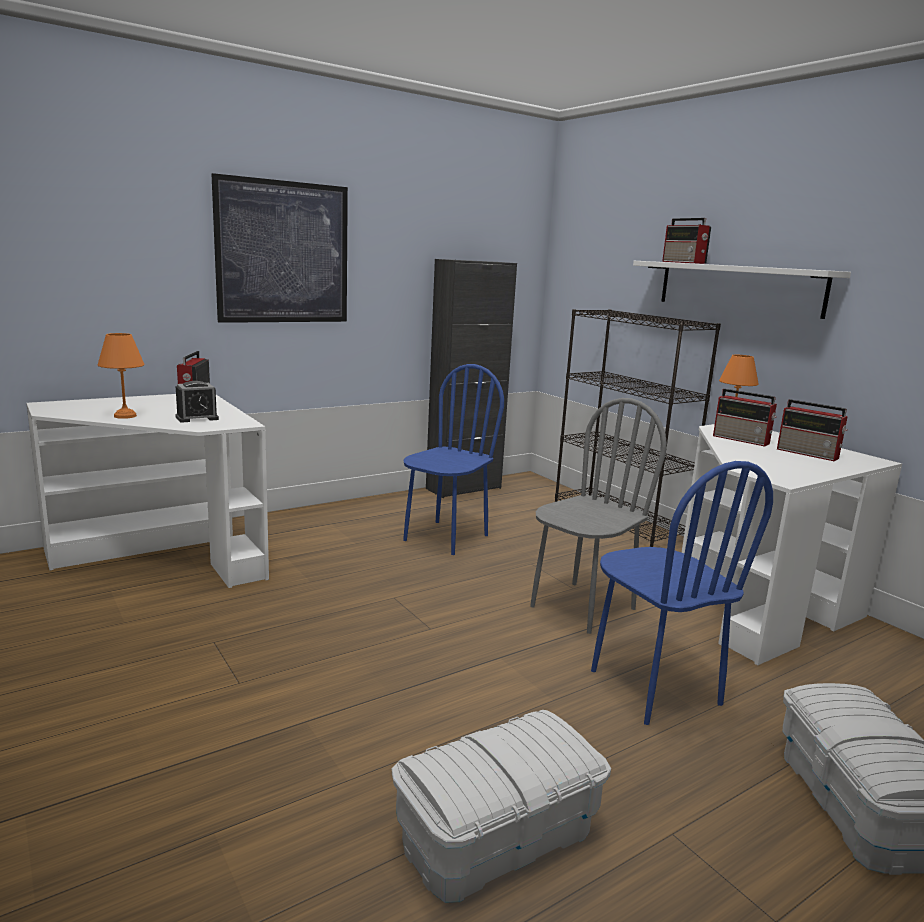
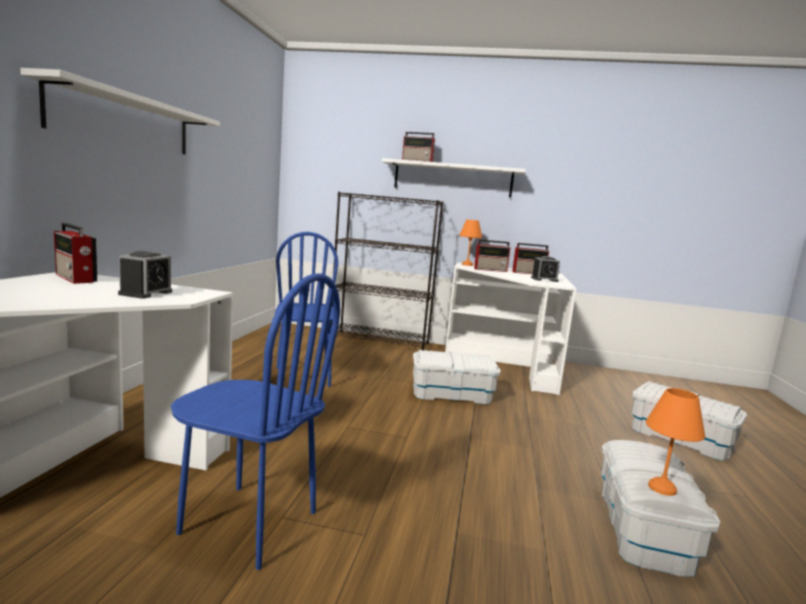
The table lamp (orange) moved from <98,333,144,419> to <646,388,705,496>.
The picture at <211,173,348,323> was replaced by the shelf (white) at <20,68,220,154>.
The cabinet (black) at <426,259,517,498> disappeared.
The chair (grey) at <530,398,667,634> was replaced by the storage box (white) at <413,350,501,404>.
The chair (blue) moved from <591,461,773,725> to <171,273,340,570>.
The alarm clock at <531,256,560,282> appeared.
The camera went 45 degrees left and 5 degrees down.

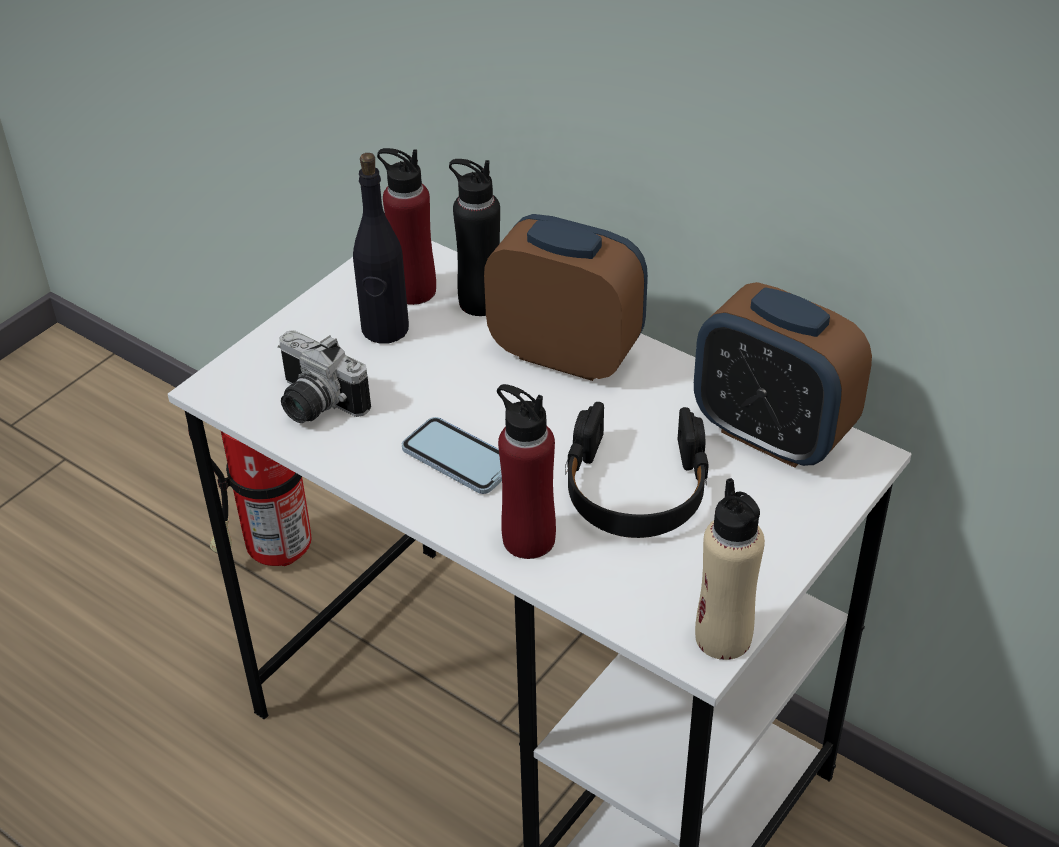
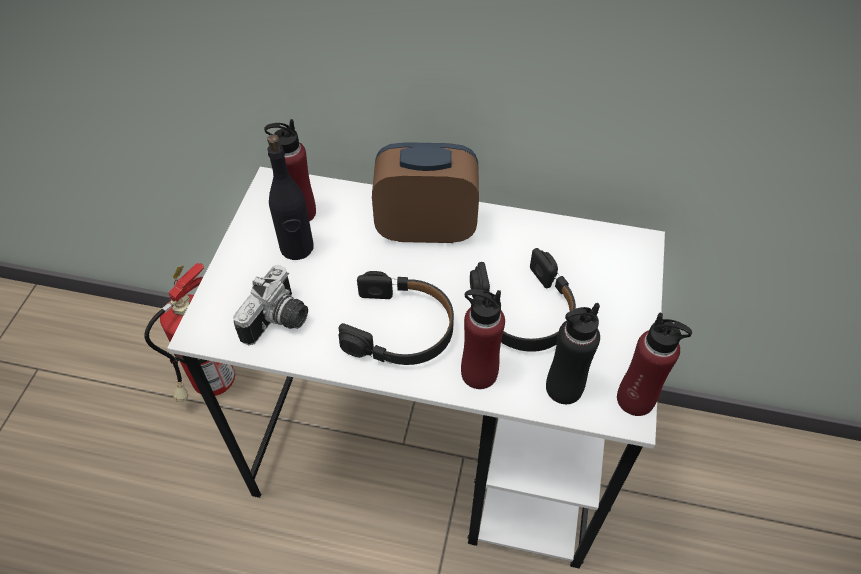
The photo camera at <278,330,371,423> turned 75 degrees counterclockwise.
The phone at <402,417,502,494> was replaced by the headphones (black) at <338,271,454,365>.
The bottle (black) moved from <449,159,500,316> to <546,303,600,404>.
The alarm clock at <694,282,872,468> disappeared.
The bottle (beige) at <695,478,765,660> became the bottle (red) at <617,313,692,416>.
The camera went 25 degrees left and 10 degrees up.

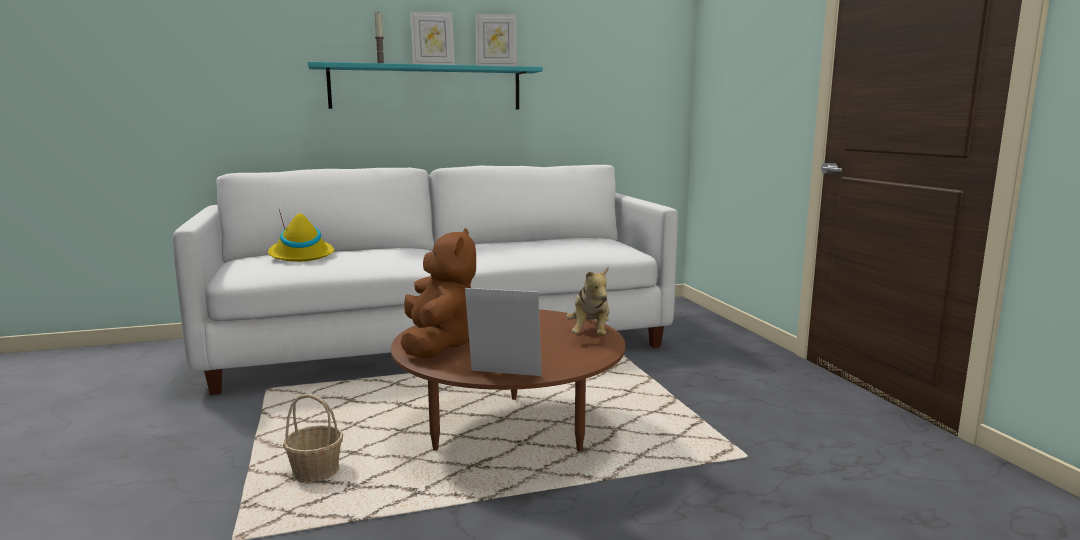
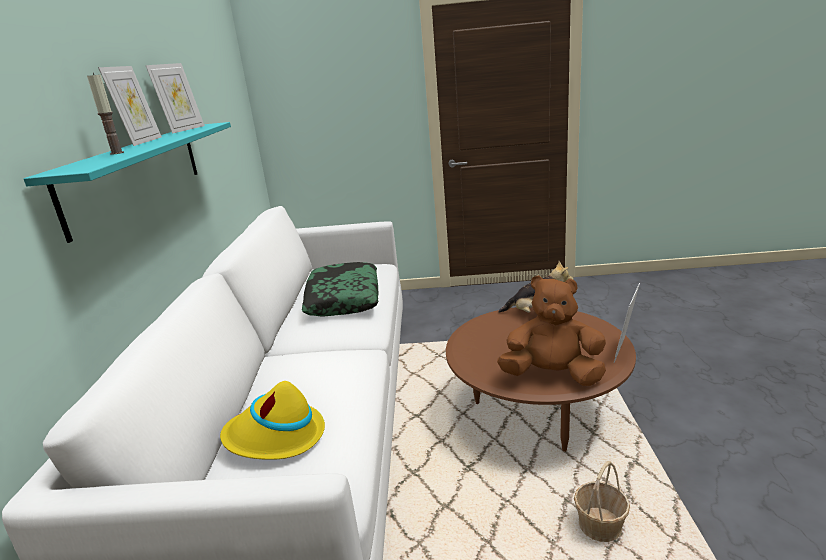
The pillow at <302,262,378,317> appeared.
The camera went 70 degrees left and 10 degrees up.

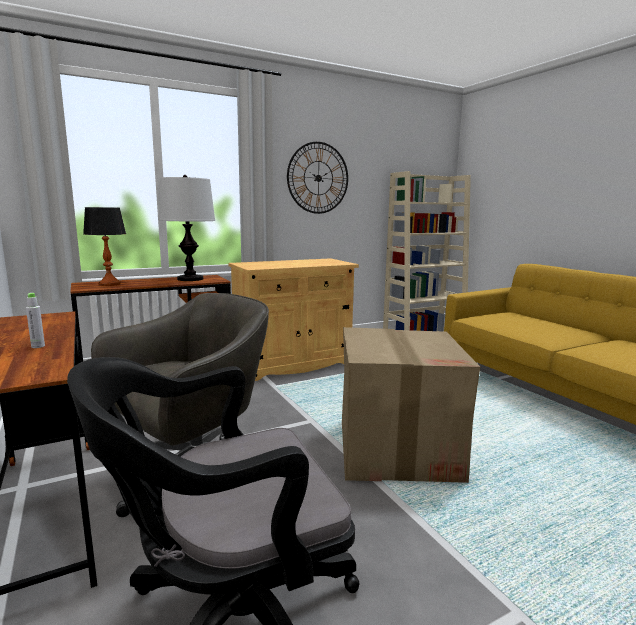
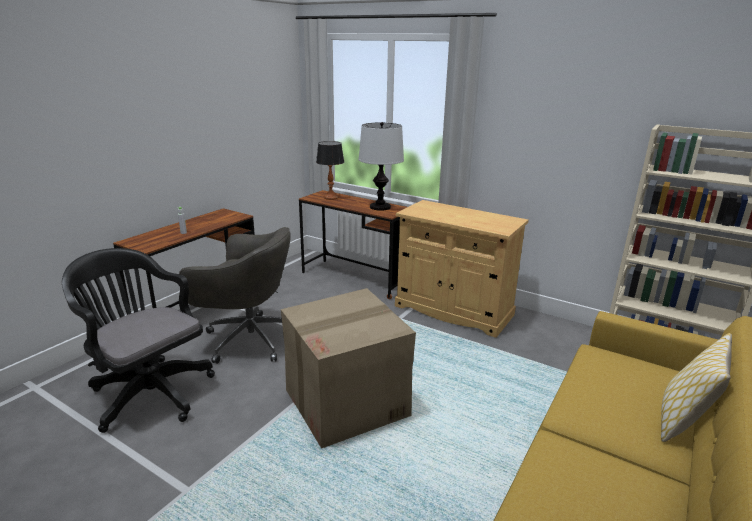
The wall clock at <287,142,348,214> disappeared.
The pillow at <661,333,732,442> appeared.
The camera went 60 degrees right and 10 degrees up.

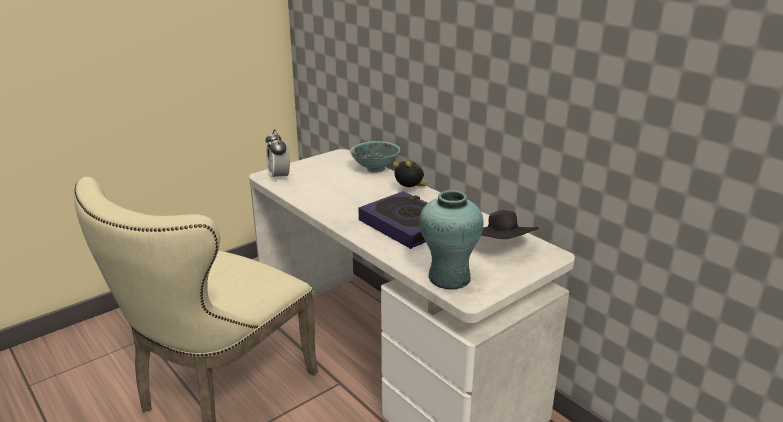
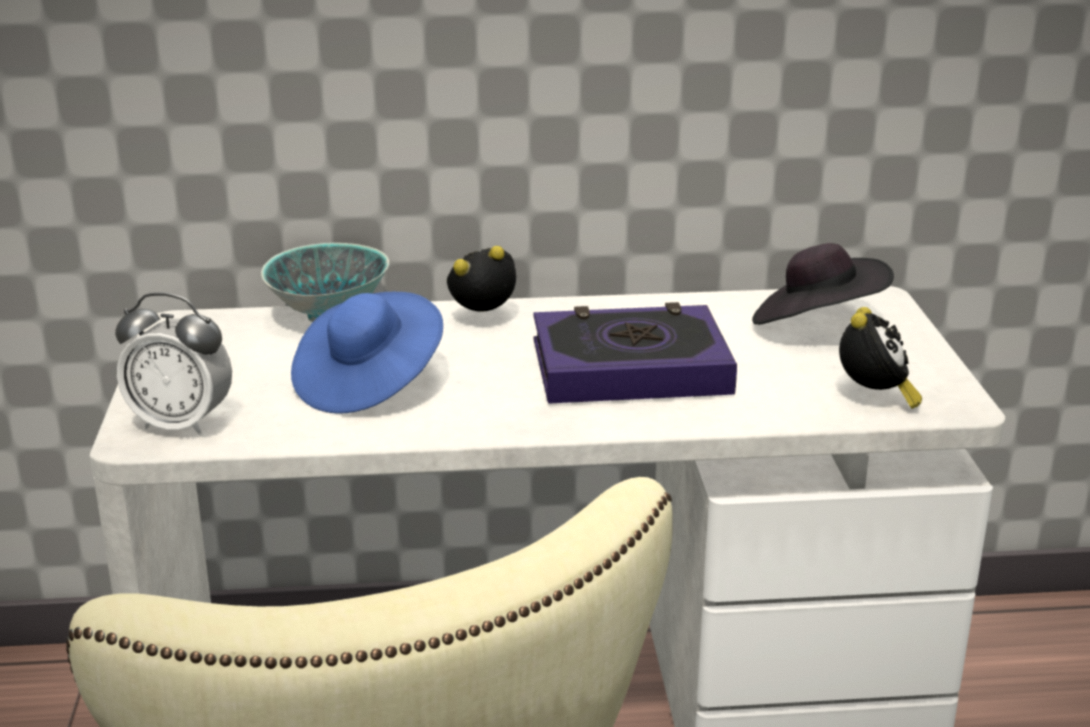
The vase (turquoise) at <419,190,484,290> was replaced by the alarm clock at <839,307,922,409>.
The hat (blue) at <291,292,443,414> appeared.
The camera went 55 degrees left and 0 degrees up.

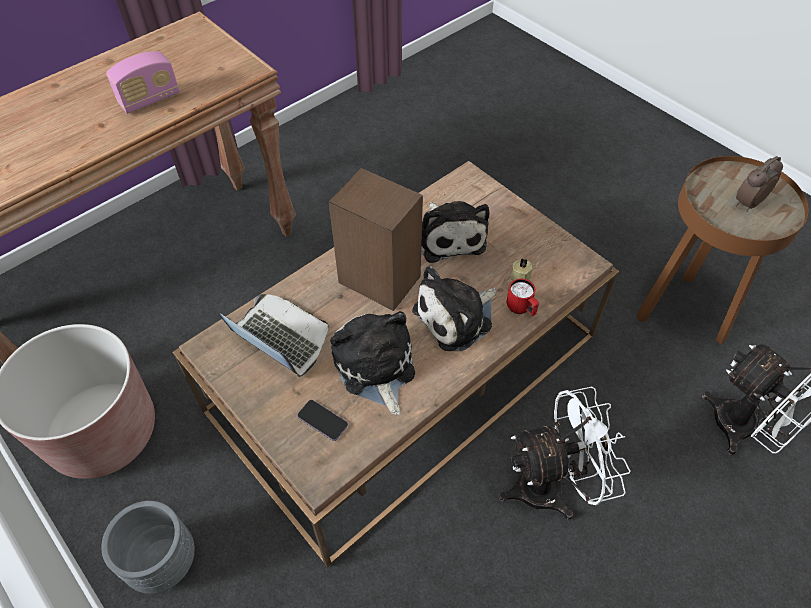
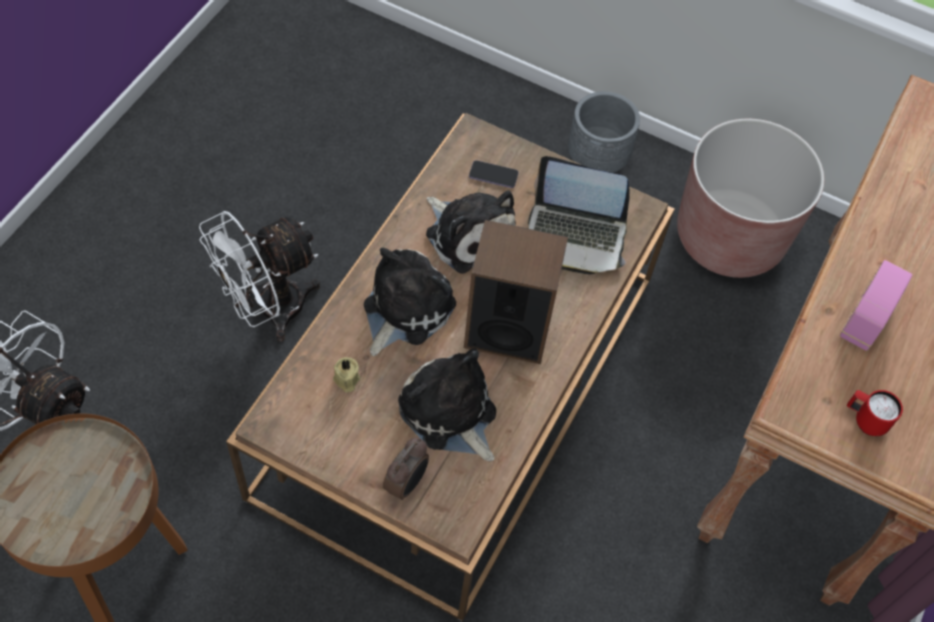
The mug (red) moved from <507,279,539,316> to <847,390,903,436>.
The alarm clock moved from <735,156,783,212> to <383,438,429,500>.
The camera went 155 degrees right and 5 degrees up.

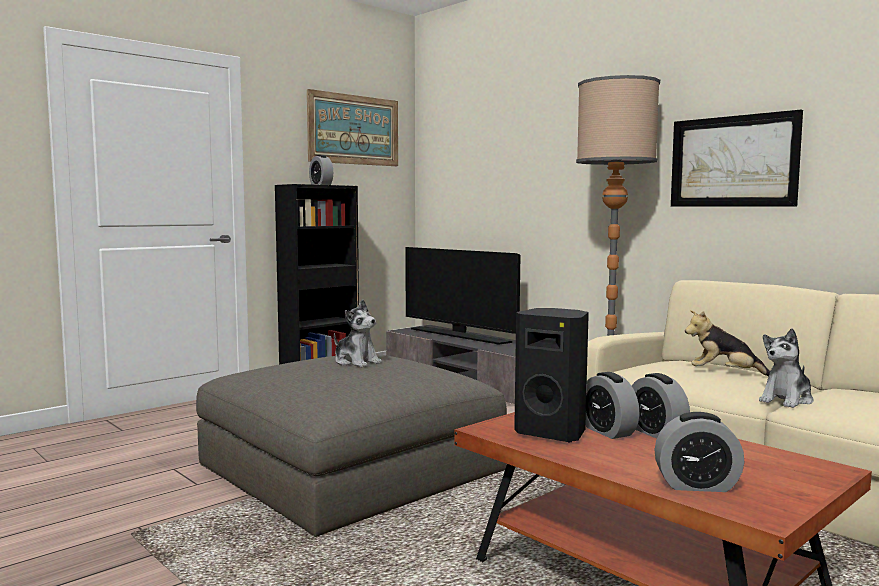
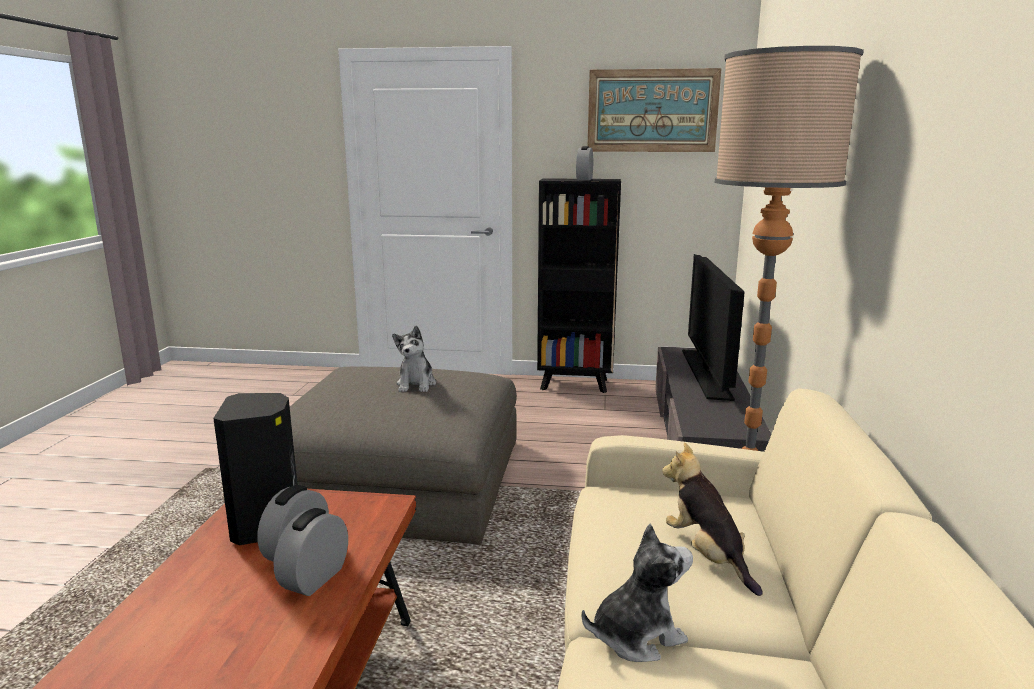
The alarm clock at <655,412,744,492> disappeared.
The picture at <671,110,803,207> disappeared.
The plush toy at <759,328,814,408> turned 150 degrees clockwise.
The camera went 50 degrees right and 10 degrees up.

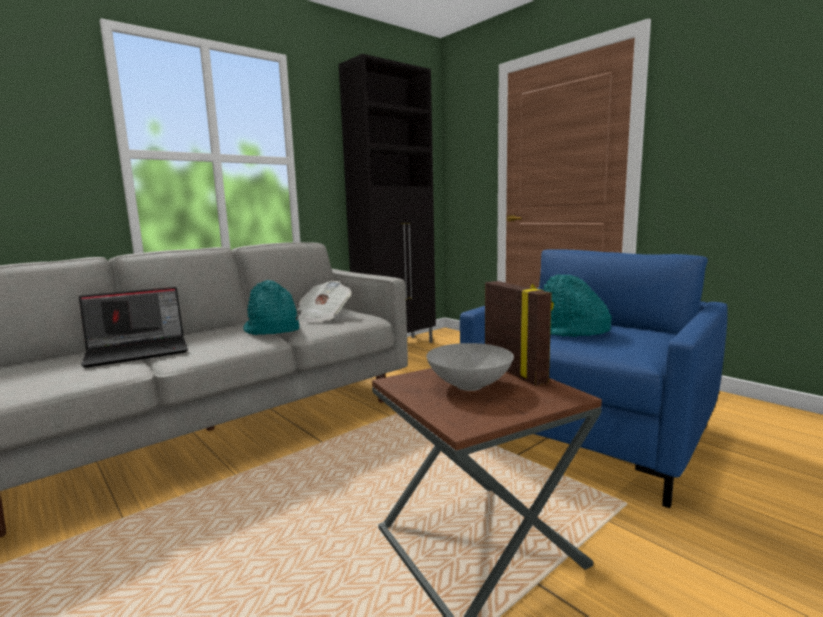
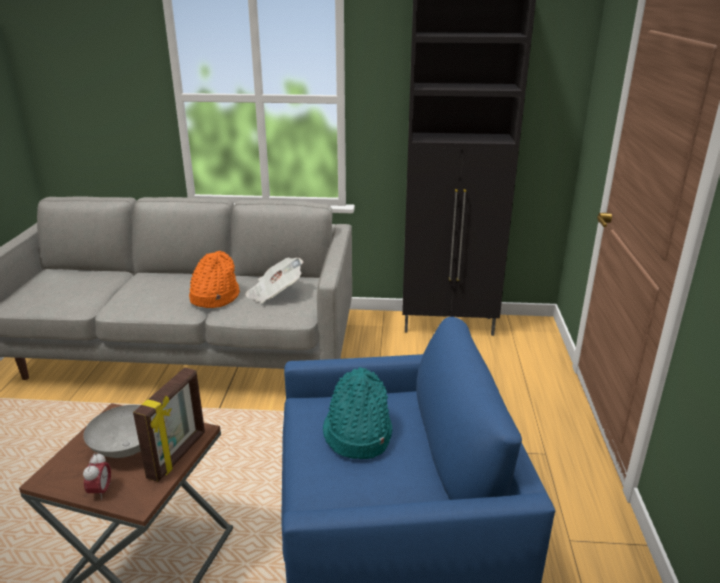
The laptop at <79,287,188,368> disappeared.
The hat (turquoise) at <243,280,299,335> became the hat (orange) at <189,251,240,308>.
The alarm clock at <83,452,111,500> appeared.
The camera went 45 degrees right and 15 degrees up.

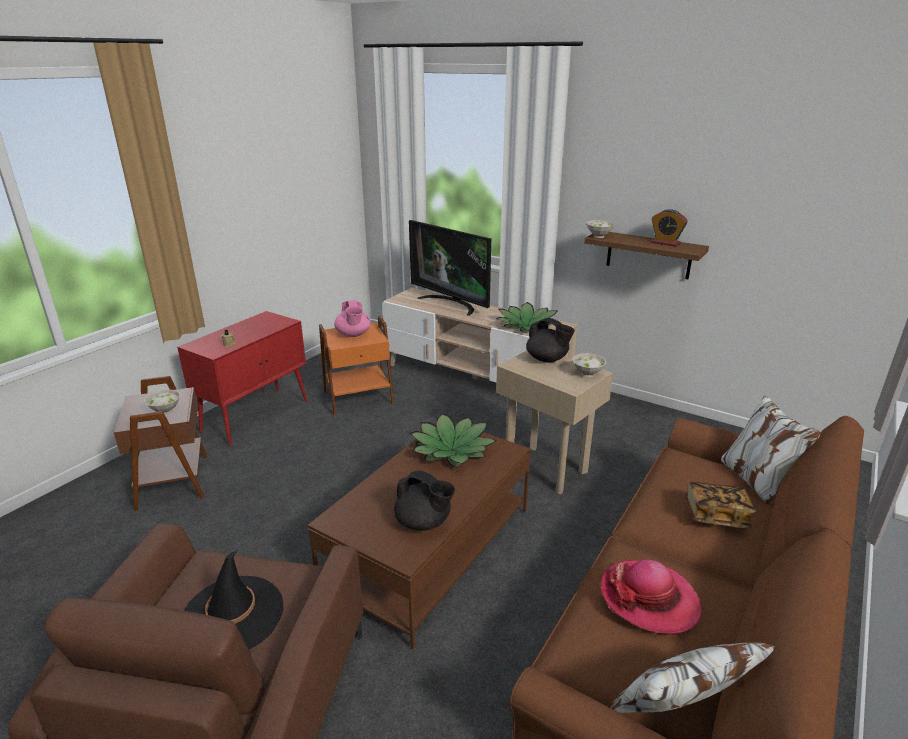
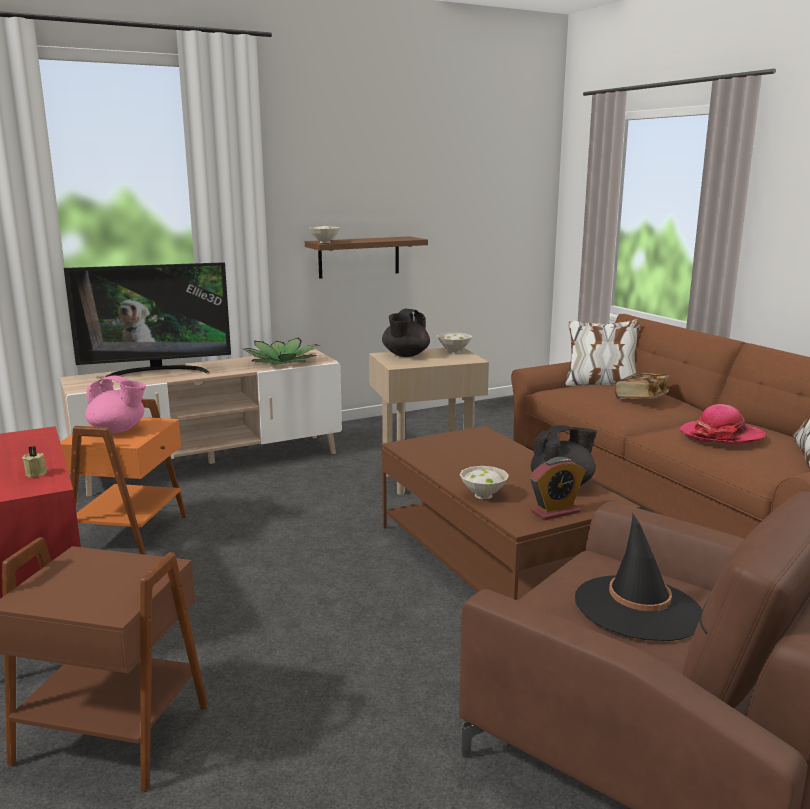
The bowl (white) moved from <144,389,181,414> to <460,466,509,499>.
The potted plant at <410,413,497,468> disappeared.
The teapot (black) at <526,318,575,363> turned 135 degrees clockwise.
The alarm clock moved from <651,209,688,247> to <530,457,585,520>.
The camera went 60 degrees left and 10 degrees down.

